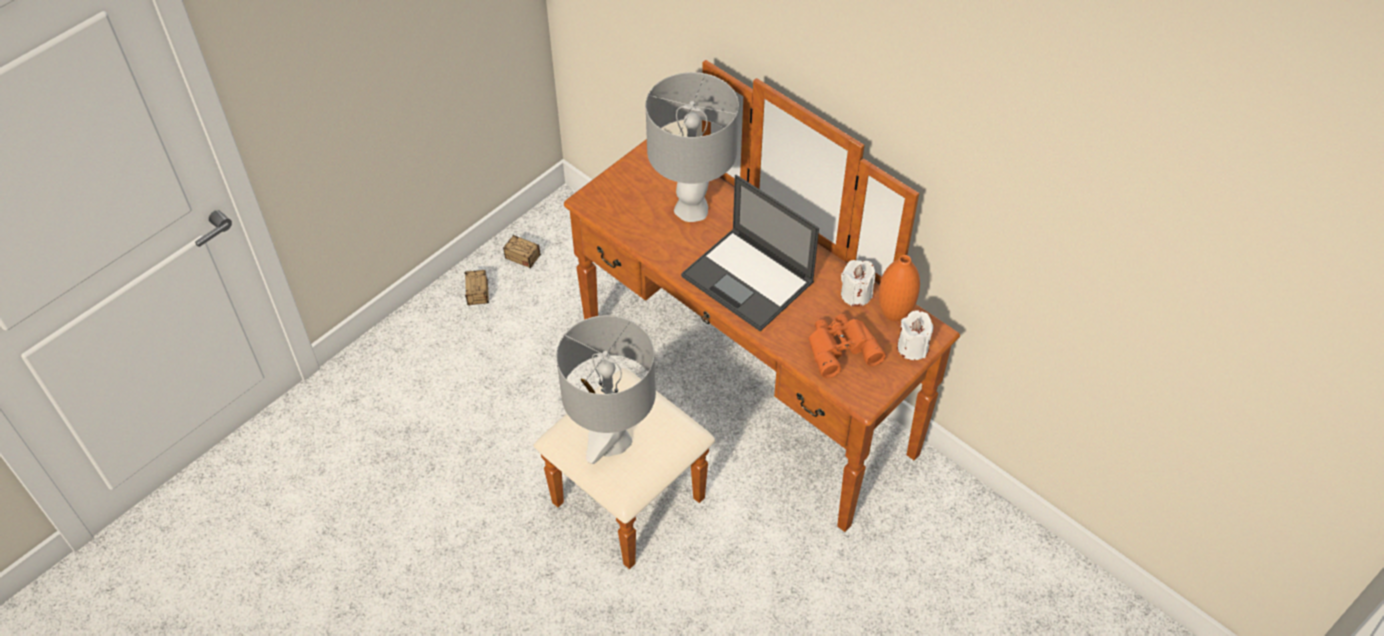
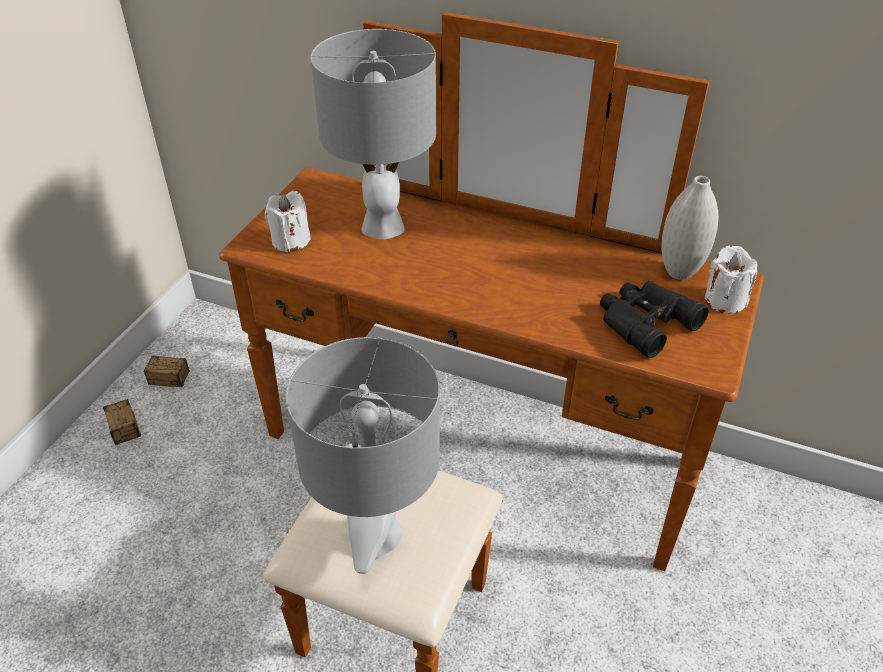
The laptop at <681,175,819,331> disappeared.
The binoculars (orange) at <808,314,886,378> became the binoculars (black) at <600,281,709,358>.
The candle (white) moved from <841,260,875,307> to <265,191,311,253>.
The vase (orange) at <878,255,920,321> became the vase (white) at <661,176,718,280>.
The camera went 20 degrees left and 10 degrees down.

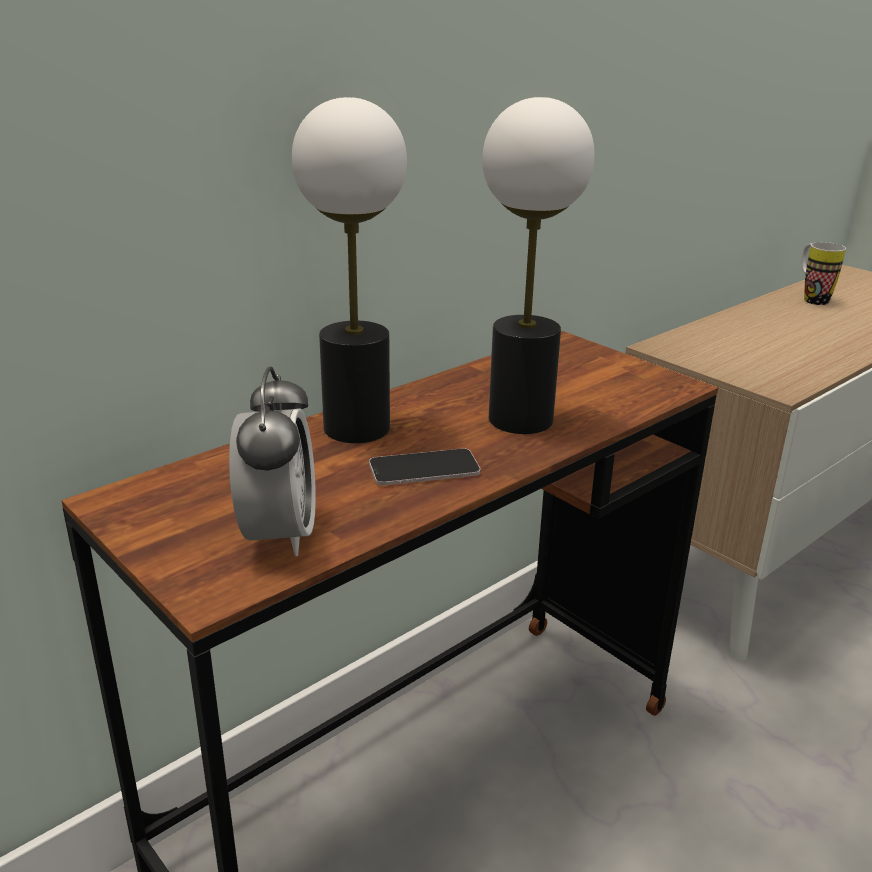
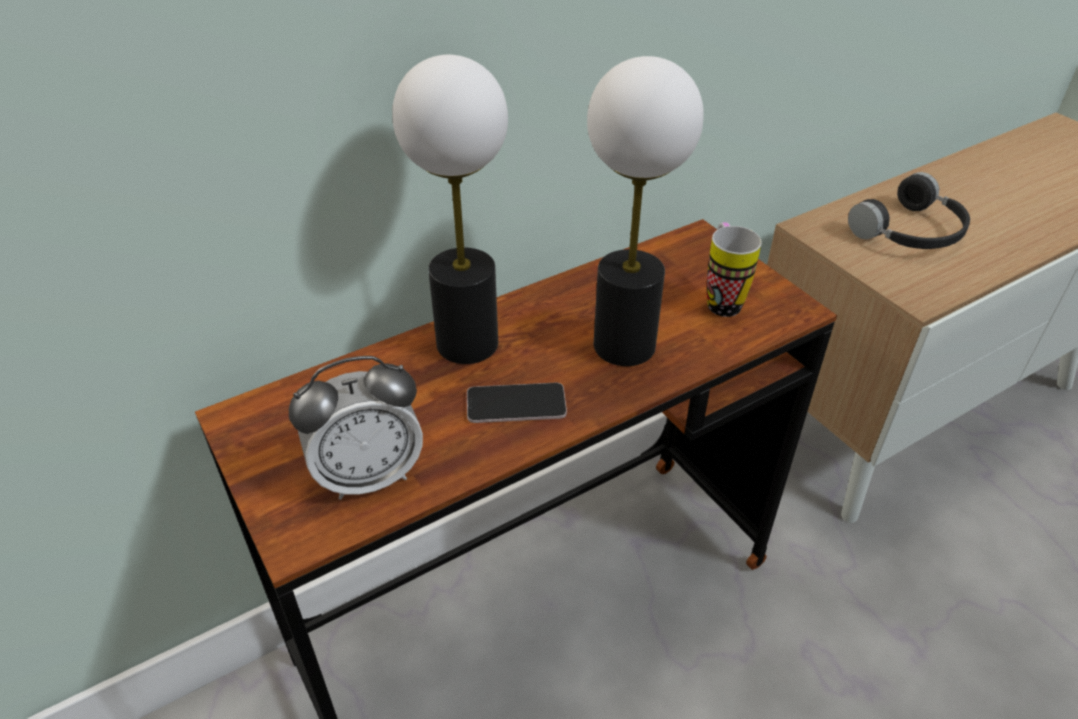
The alarm clock at <229,366,316,556> turned 60 degrees clockwise.
The mug moved from <802,242,846,305> to <707,222,762,317>.
The headphones (black) at <848,172,970,249> appeared.
The camera went 10 degrees right and 15 degrees up.

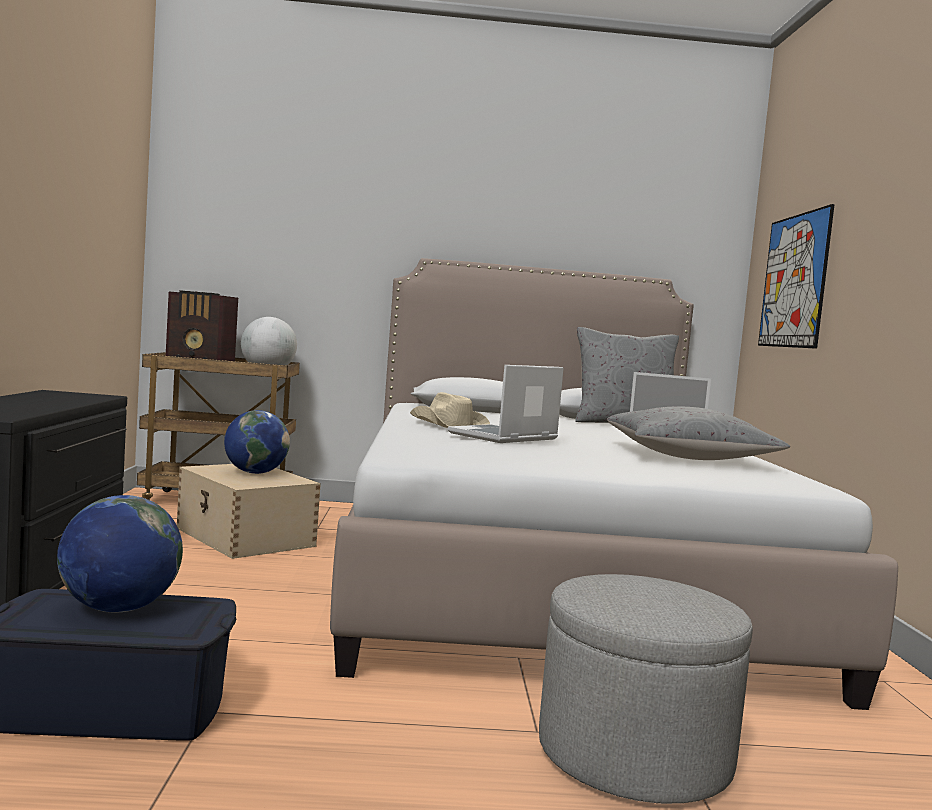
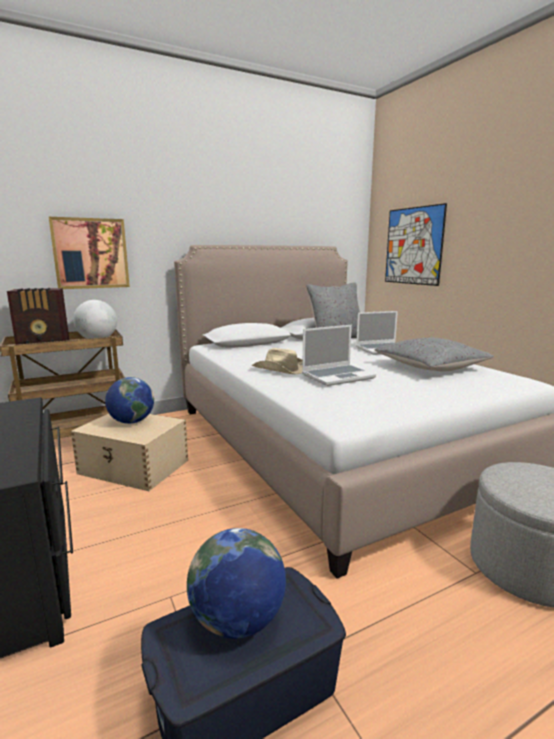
The laptop at <448,365,564,443> turned 135 degrees counterclockwise.
The picture at <49,217,130,289> appeared.
The camera went 25 degrees left and 10 degrees up.

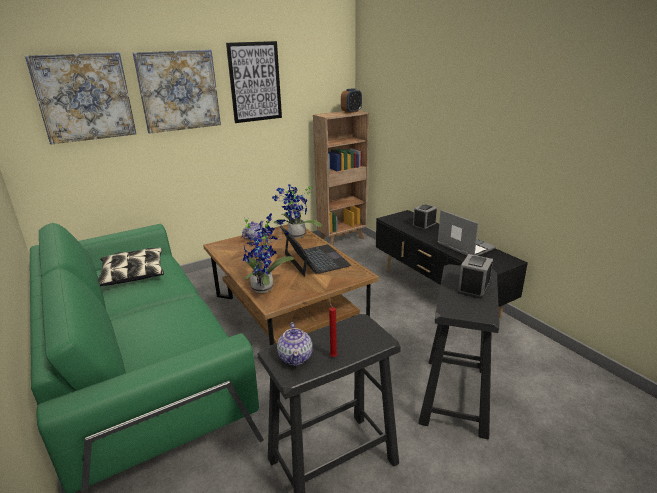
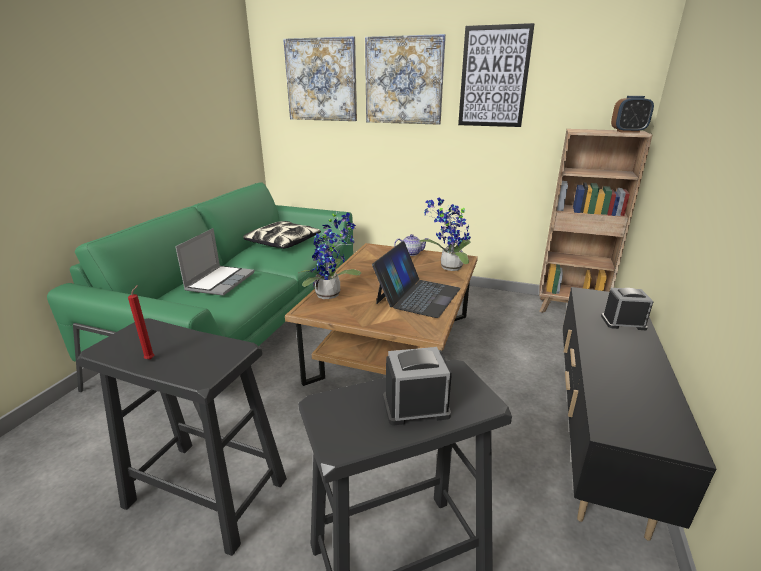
The teapot at <277,322,313,366> disappeared.
The laptop moved from <437,210,496,256> to <175,228,255,296>.
The camera went 50 degrees right and 0 degrees up.

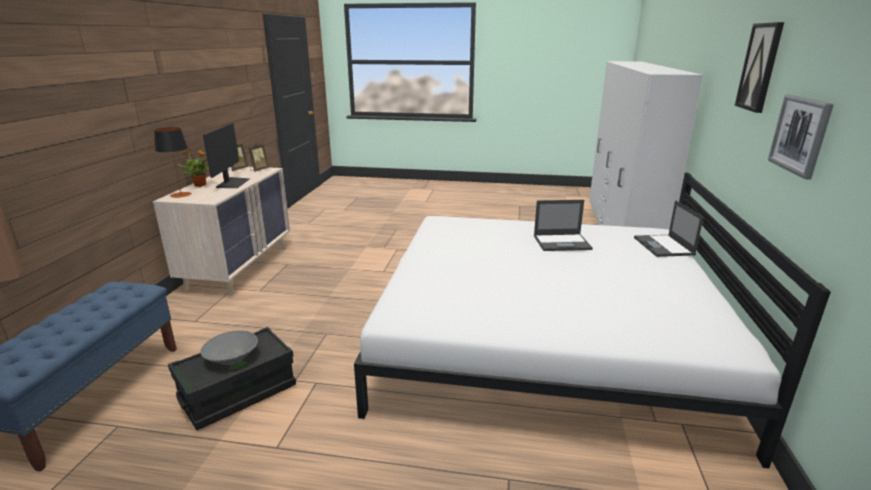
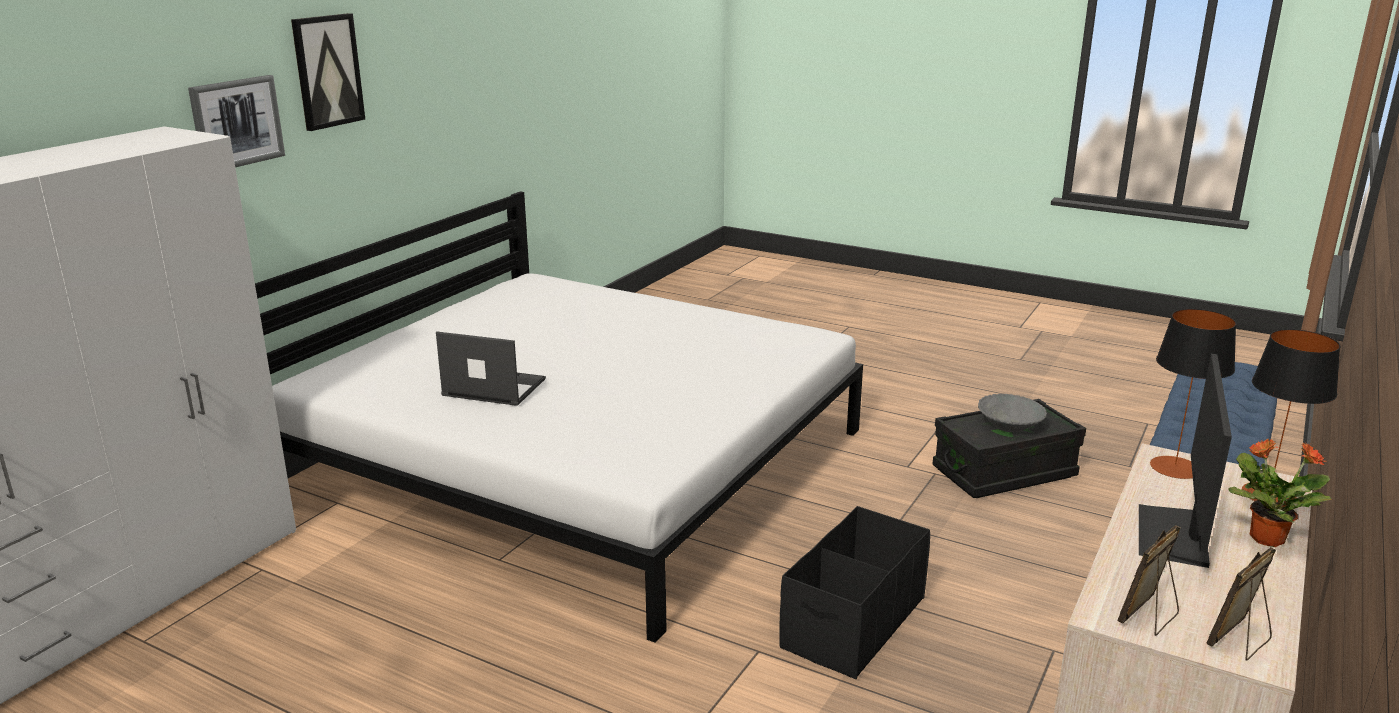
The laptop at <634,200,704,257> disappeared.
The picture moved from <768,95,834,180> to <188,75,285,167>.
The storage box (black) at <779,506,930,679> appeared.
The table lamp at <1150,309,1236,479> appeared.
The camera went 160 degrees left and 0 degrees up.

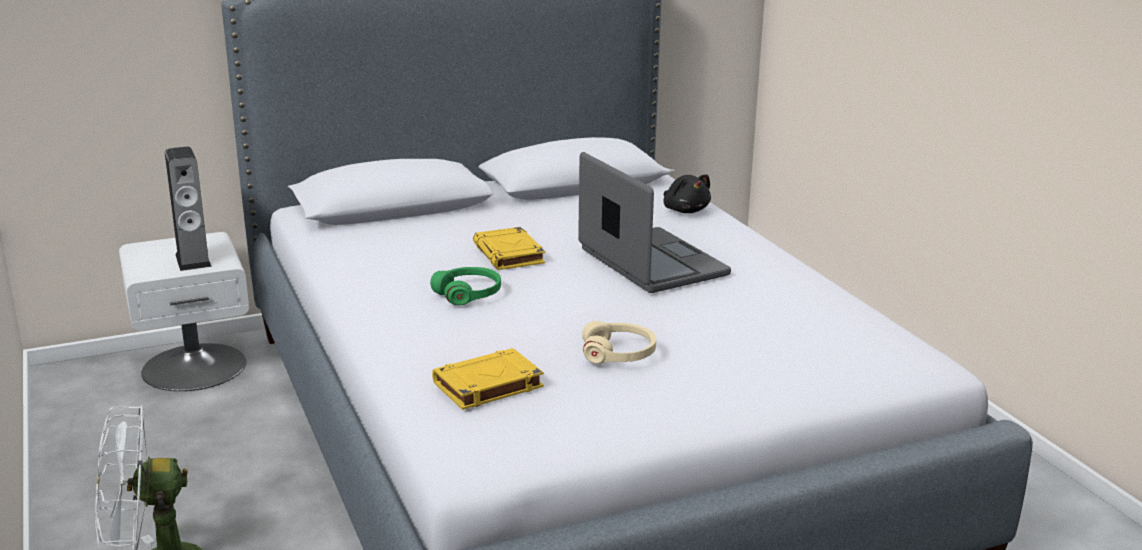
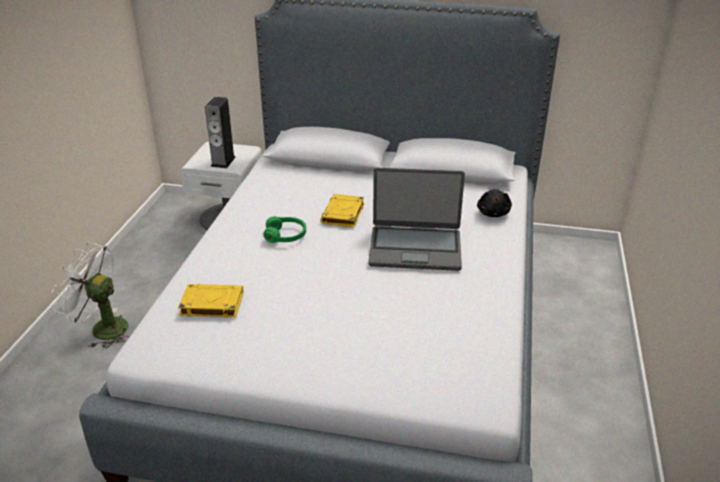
The laptop at <578,152,731,293> turned 90 degrees clockwise.
The headphones (beige) at <582,321,656,364> disappeared.
The camera went 35 degrees right and 10 degrees up.

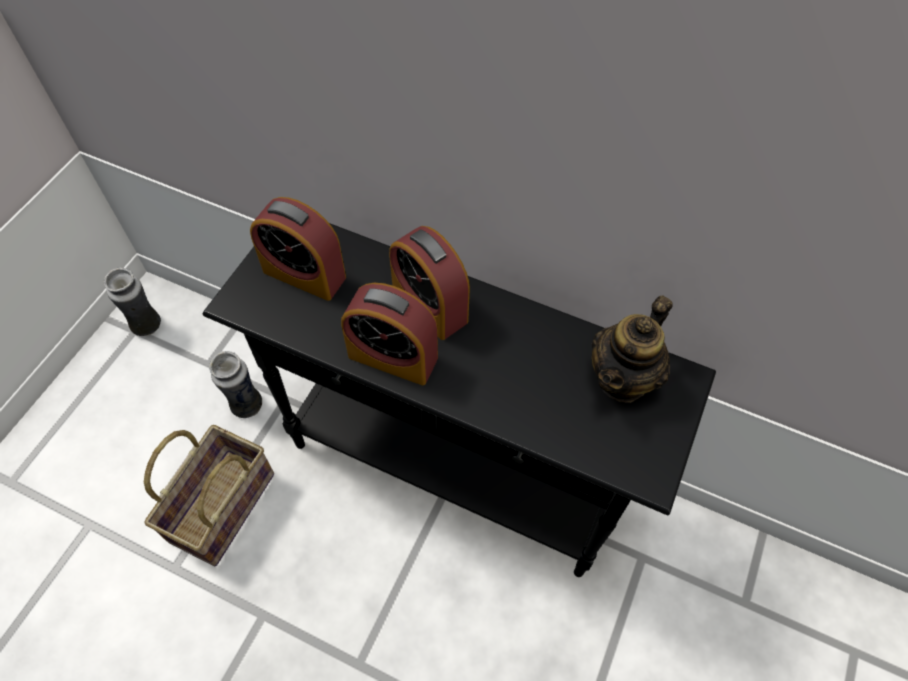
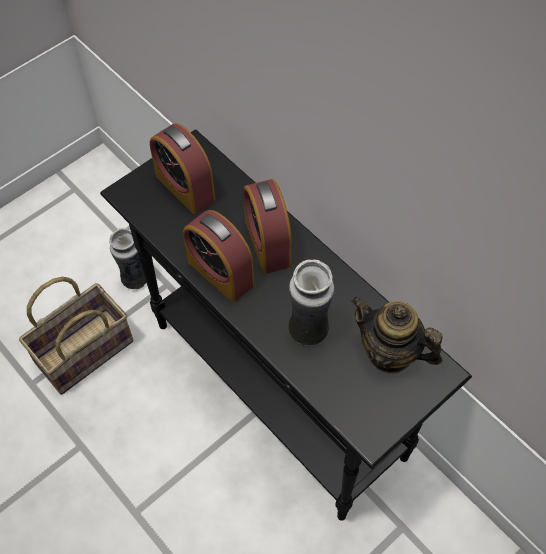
The vase moved from <103,267,161,336> to <288,259,334,346>.
The teapot at <592,296,673,403> turned 60 degrees clockwise.
The camera went 25 degrees right and 0 degrees up.

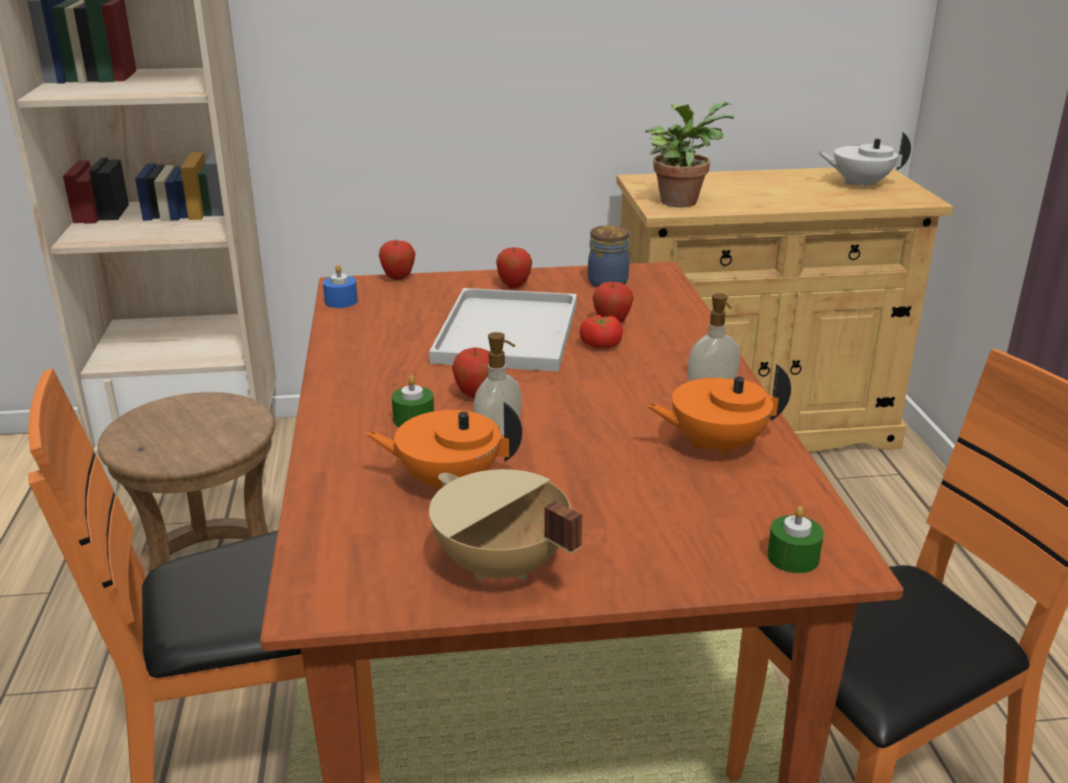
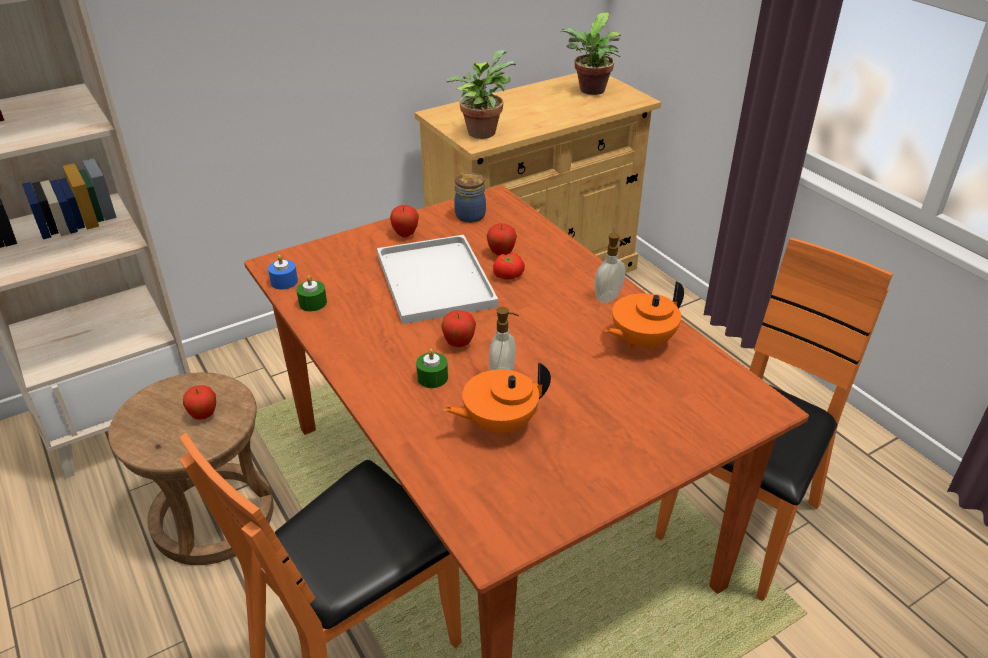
The apple moved from <379,240,416,280> to <183,385,216,420>.
The cooking pot (beige) at <429,469,582,581> disappeared.
The candle (green) moved from <767,506,824,573> to <296,275,327,311>.
The teapot (white) at <817,132,911,189> was replaced by the potted plant at <560,13,621,95>.
The camera went 25 degrees left and 10 degrees up.

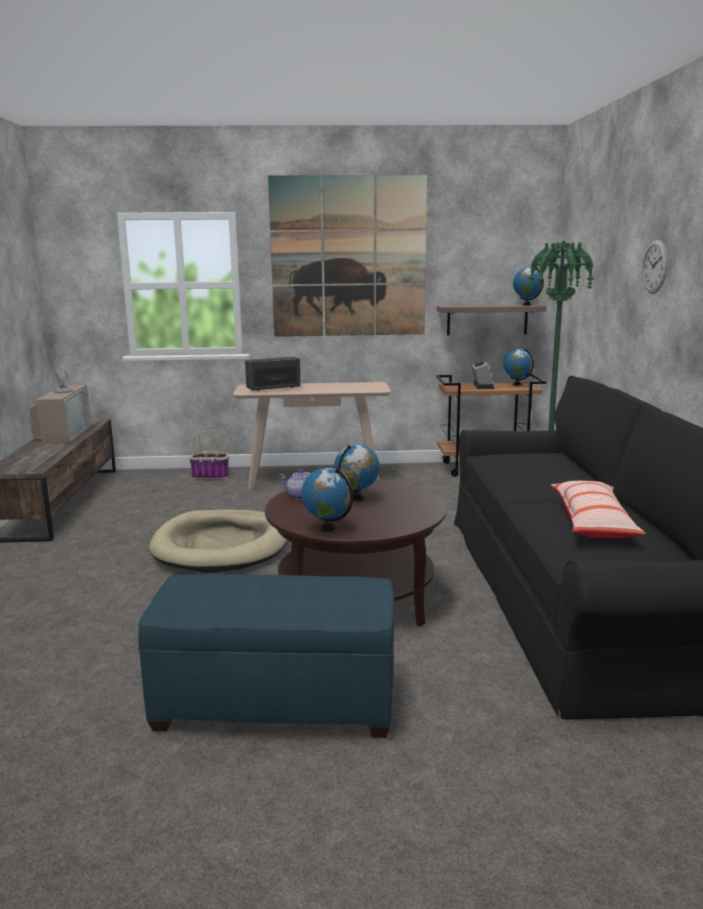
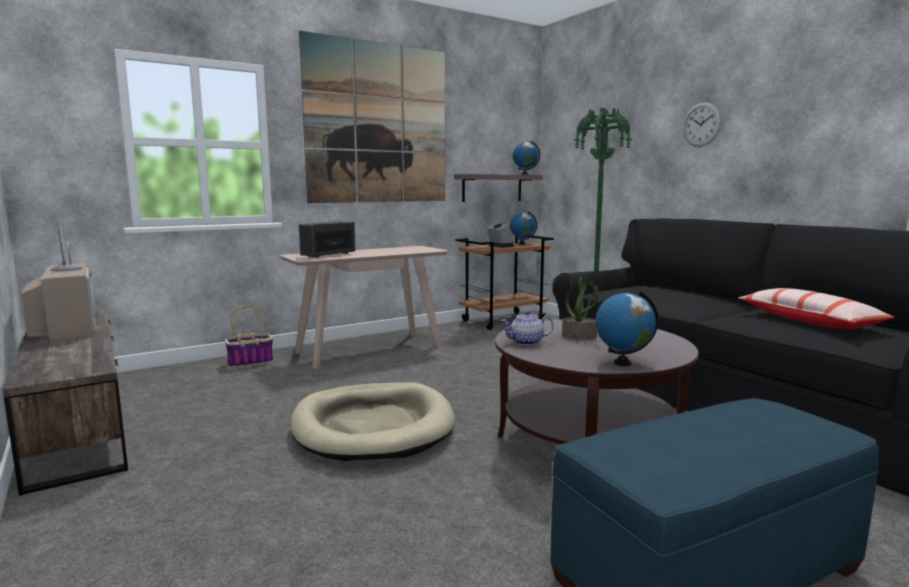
The globe at <334,444,380,501> was replaced by the potted plant at <562,275,599,339>.
The camera went 30 degrees left and 5 degrees down.

